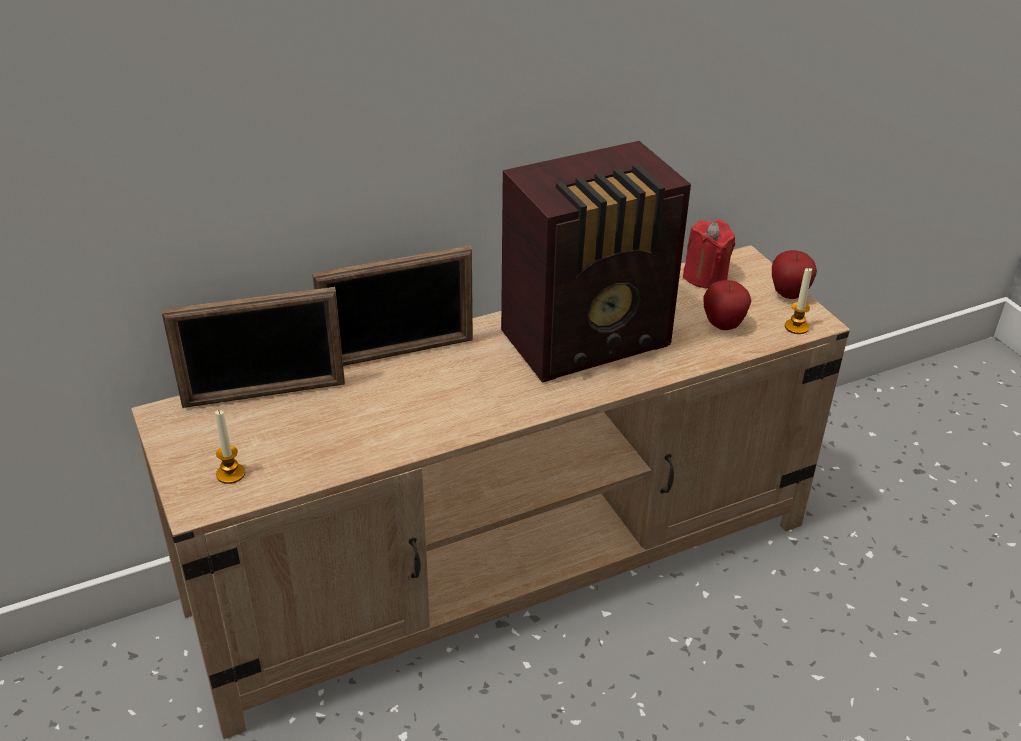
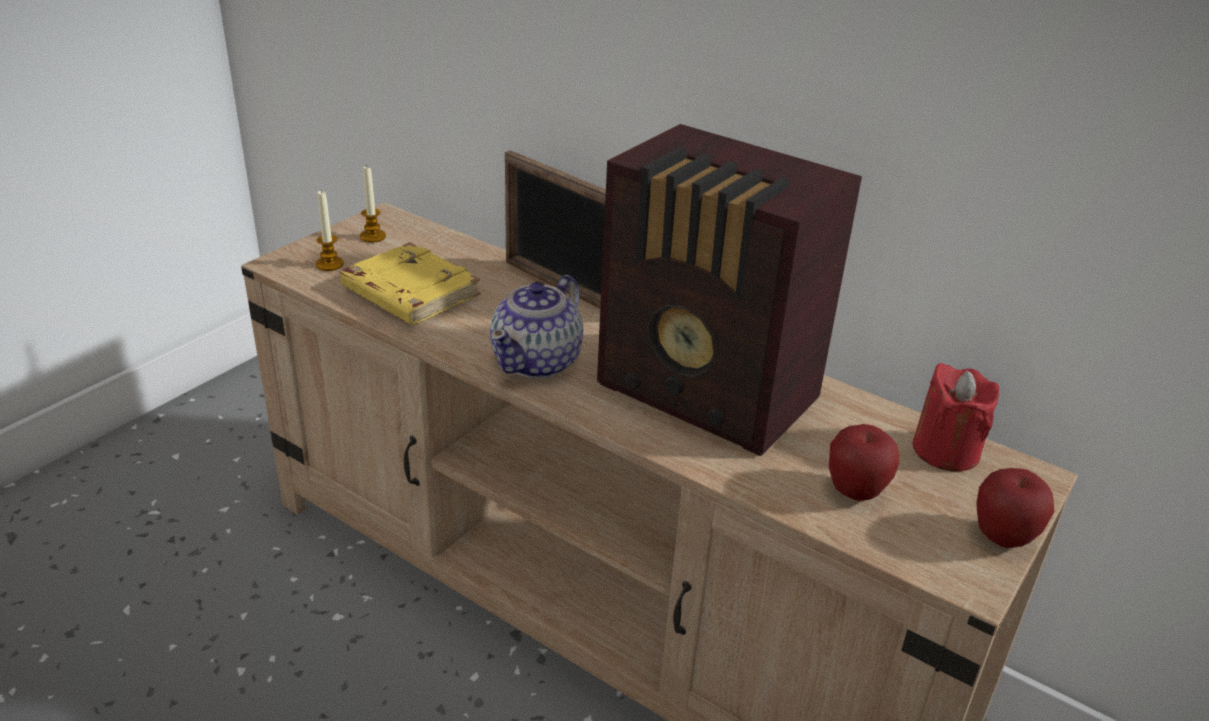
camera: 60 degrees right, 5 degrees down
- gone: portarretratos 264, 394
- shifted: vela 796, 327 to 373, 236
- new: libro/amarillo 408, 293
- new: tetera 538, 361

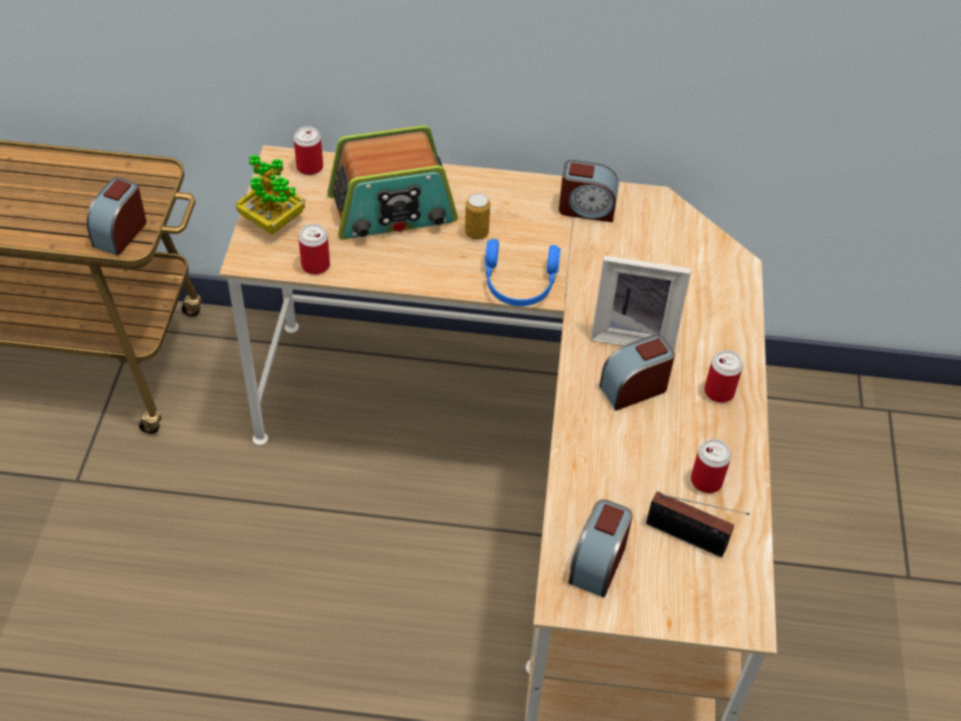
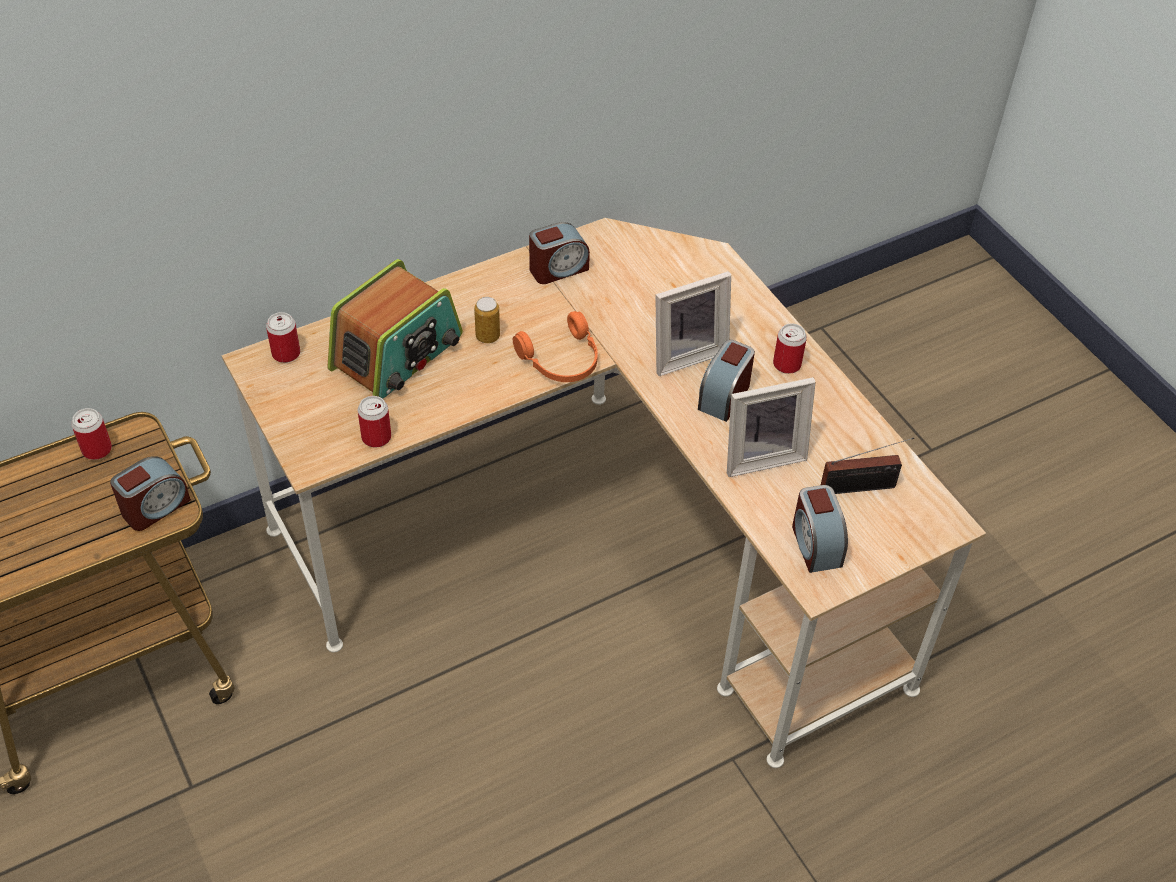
camera: 35 degrees left, 0 degrees up
- rotated: despertador 120, 233 = 155, 507 120 degrees counterclockwise
- gone: planta en maceta 272, 221
- repainted: auriculares/azul 519, 284 to auriculares/naranja 562, 361
- shifted: lata 706, 481 to 97, 449
- new: portarretratos 761, 455

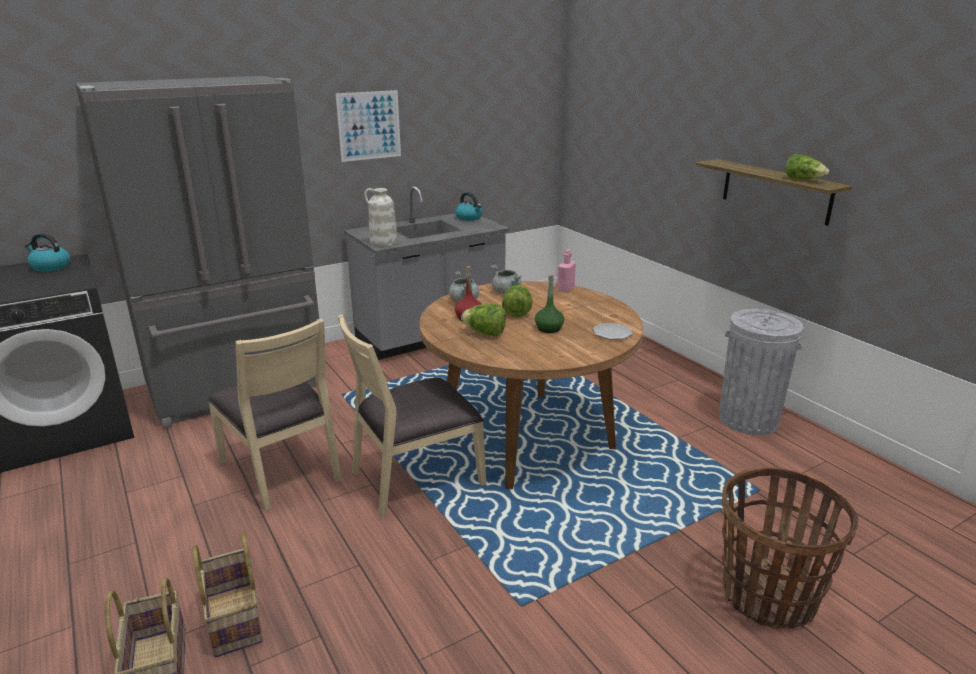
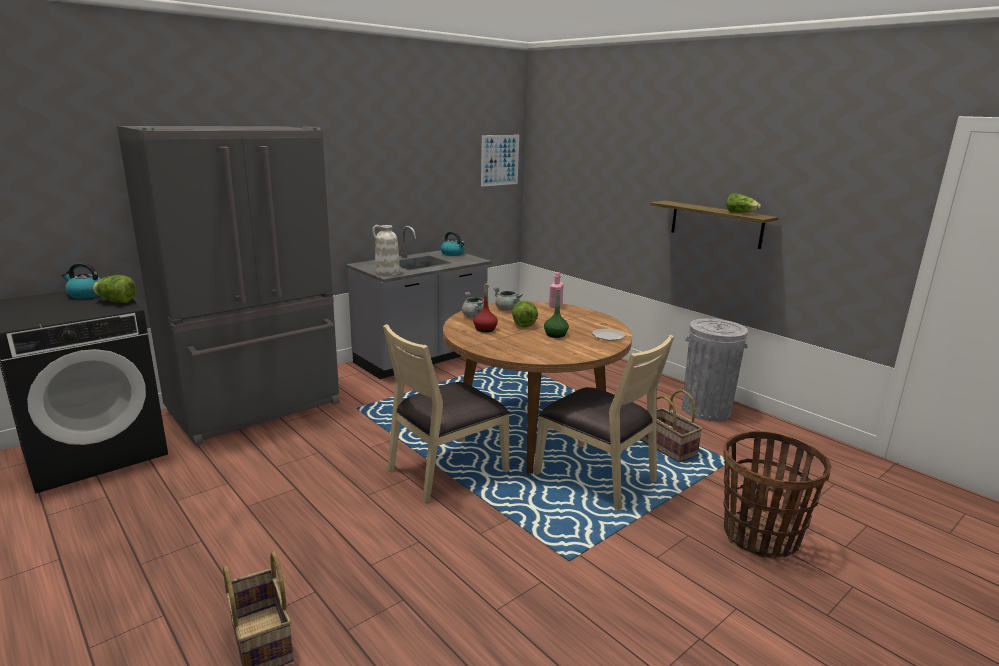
camera: 10 degrees left, 5 degrees down
- shifted: cesta 236, 619 to 669, 448
- shifted: silla/beis 282, 469 to 596, 477
- shifted: cuadro 369, 125 to 500, 160
- shifted: lechuga 485, 333 to 116, 301

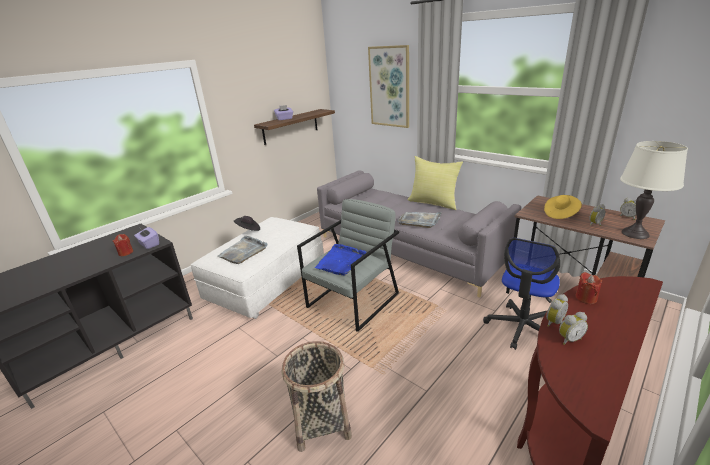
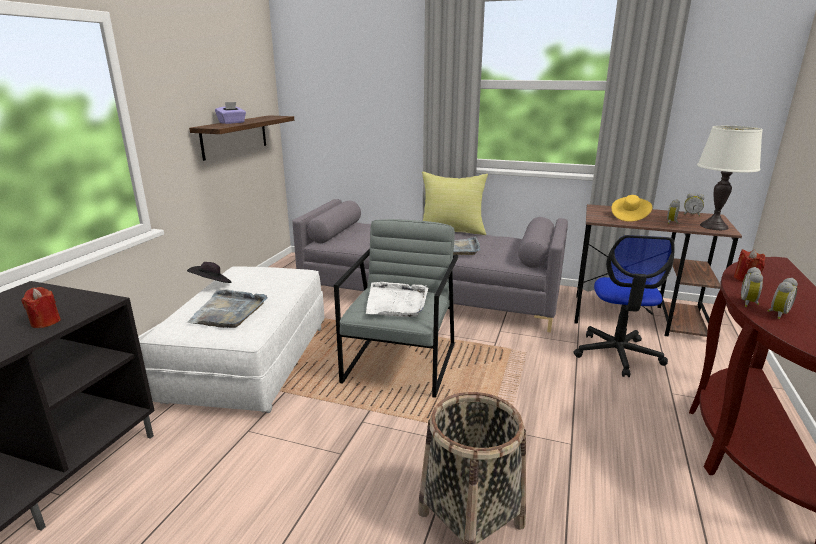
camera: 25 degrees left, 5 degrees down
- gone: caja de pañuelos/morado 149, 244
- repainted: bandeja/azul 341, 261 to bandeja/blanco 396, 302
- gone: cuadro 389, 87

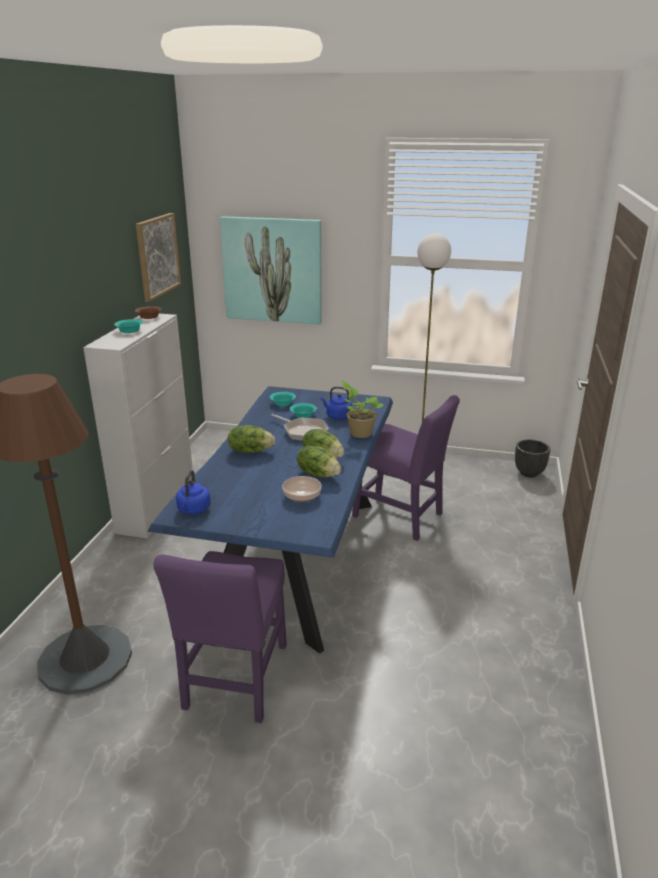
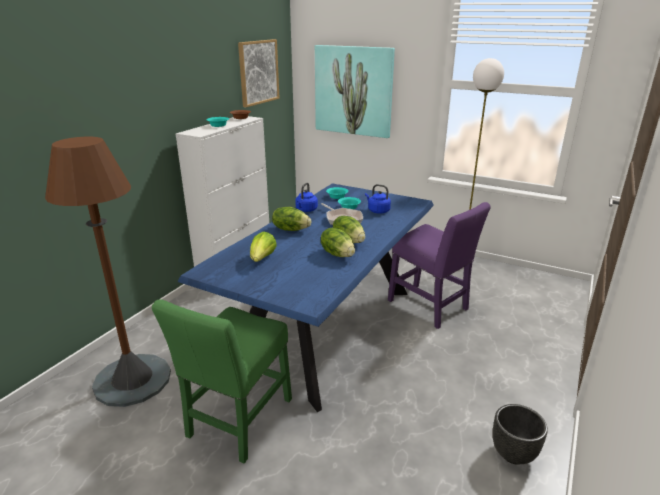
camera: 15 degrees right, 0 degrees up
- repainted: silla/morado 235, 681 to silla/verde 238, 422
- shifted: hervidor/azul 193, 510 to 306, 210
- gone: cuenco 302, 495
- gone: planta en maceta 359, 433
- shifted: maceta/negro 529, 473 to 514, 454
- new: lechuga 262, 259

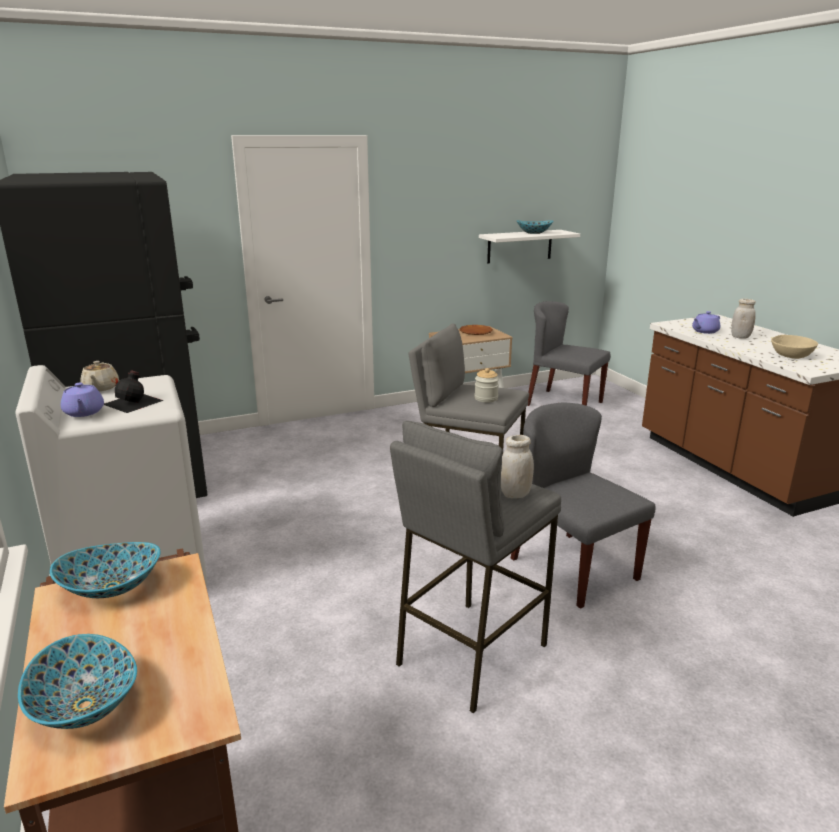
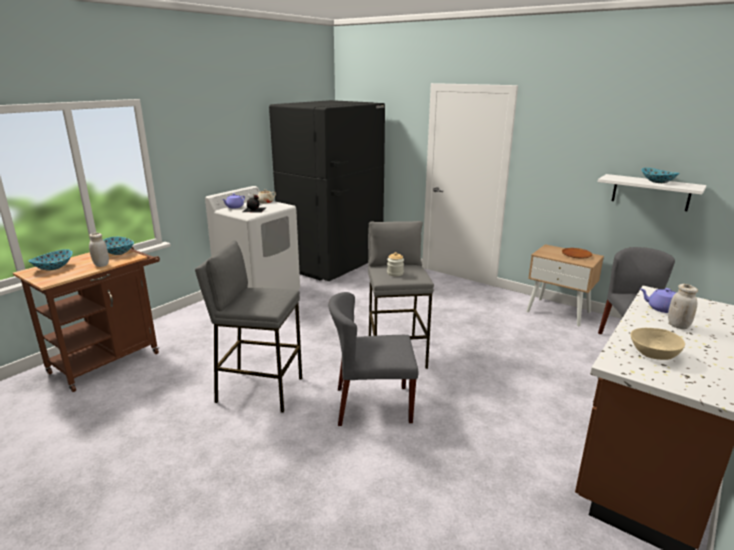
camera: 60 degrees right, 0 degrees up
- shifted: tarro/blanco 515, 494 to 101, 265
- rotated: silla/gris 573, 568 = 372, 405 120 degrees counterclockwise

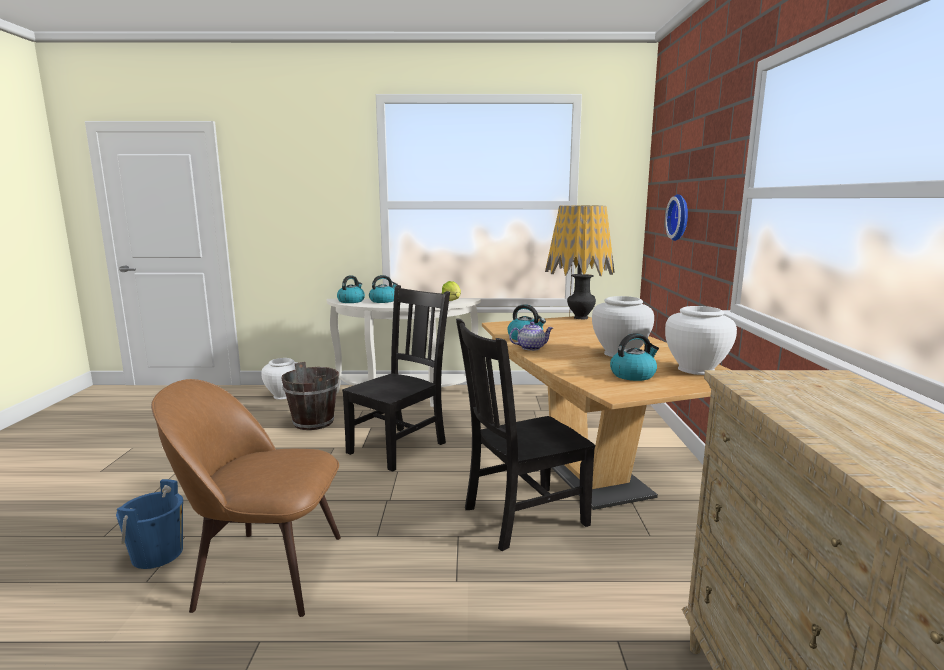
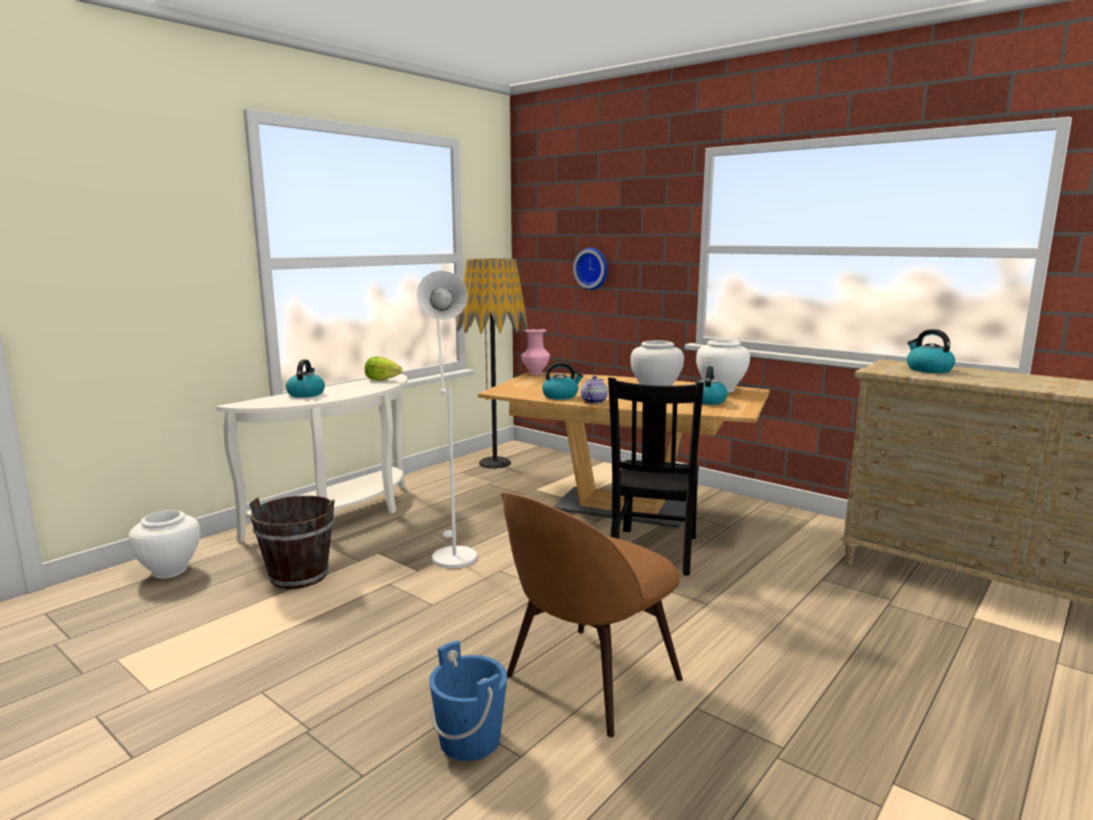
camera: 50 degrees left, 0 degrees up
- shifted: hervidor 351, 301 to 928, 370
- swapped: silla/negro 399, 446 to lámpara de pie/blanco 451, 554
- repainted: florero/negro 580, 318 to florero/rosa 535, 374

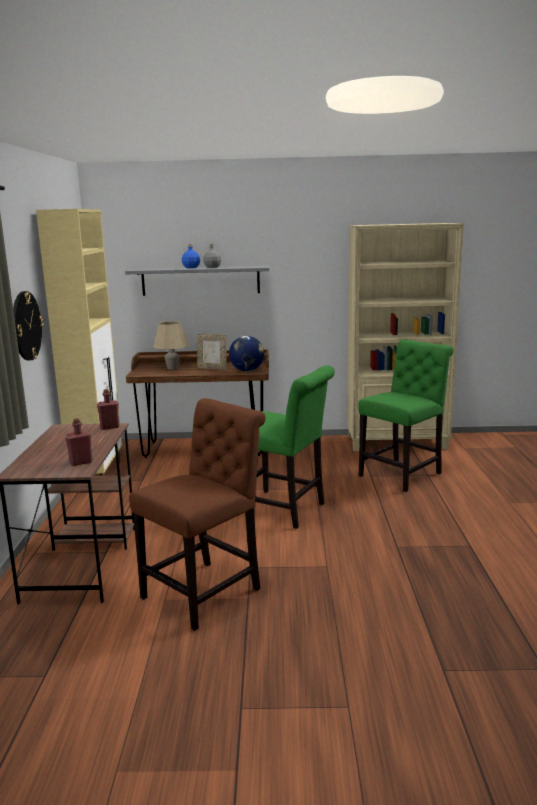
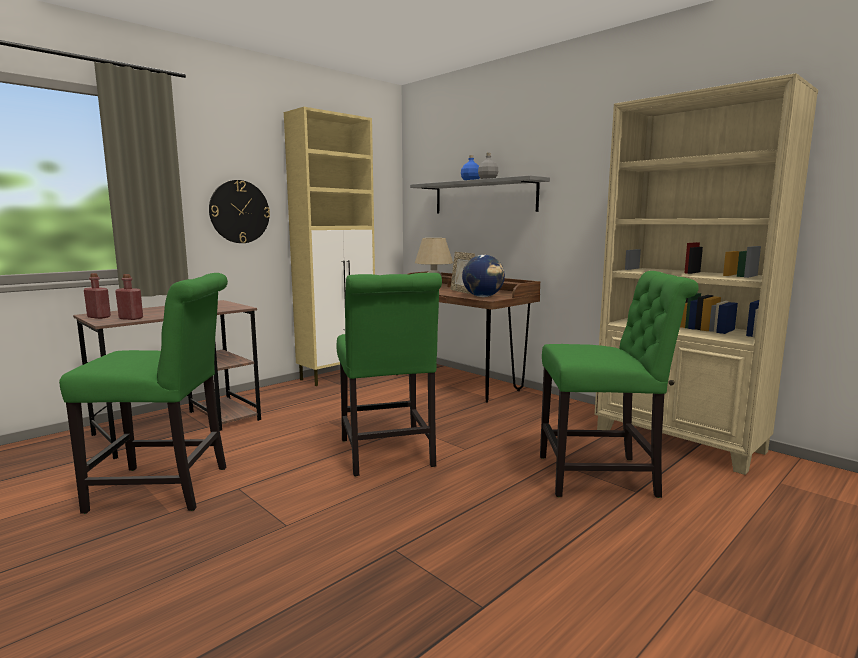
camera: 45 degrees right, 5 degrees down
- shifted: botella/rojo 109, 427 to 99, 317
- repainted: silla/marrón 206, 591 to silla/verde 167, 489

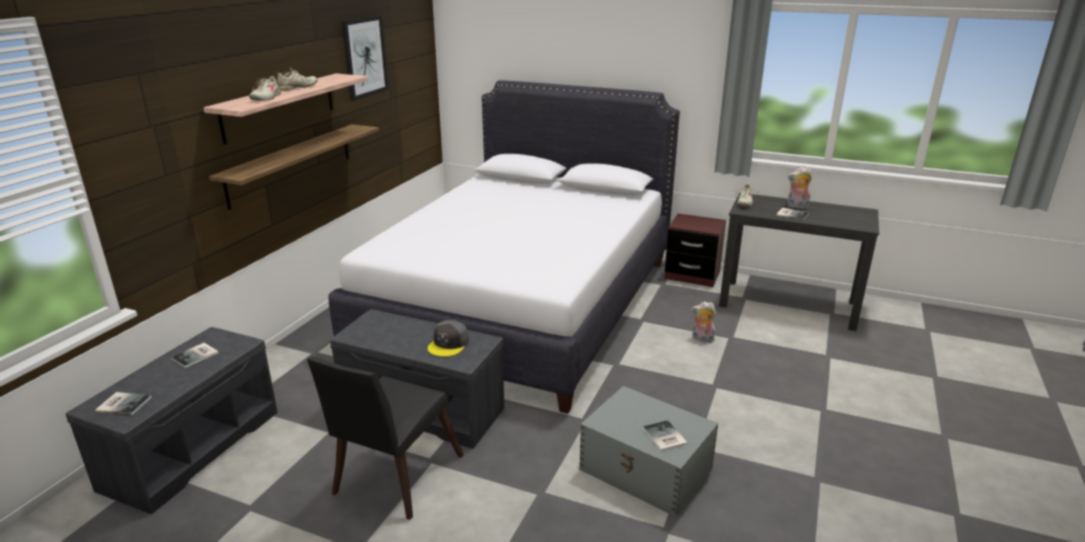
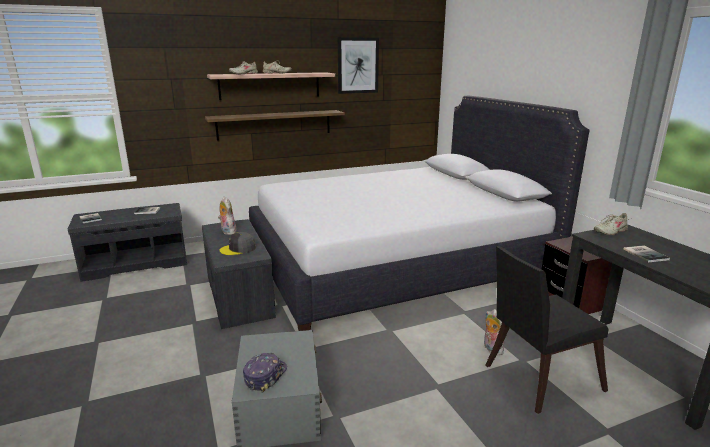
camera: 45 degrees right, 5 degrees down
- shifted: silla/negro 393, 479 to 536, 378
- swapped: libro 664, 437 to gorra 265, 376
- shifted: peluche 797, 206 to 227, 232

